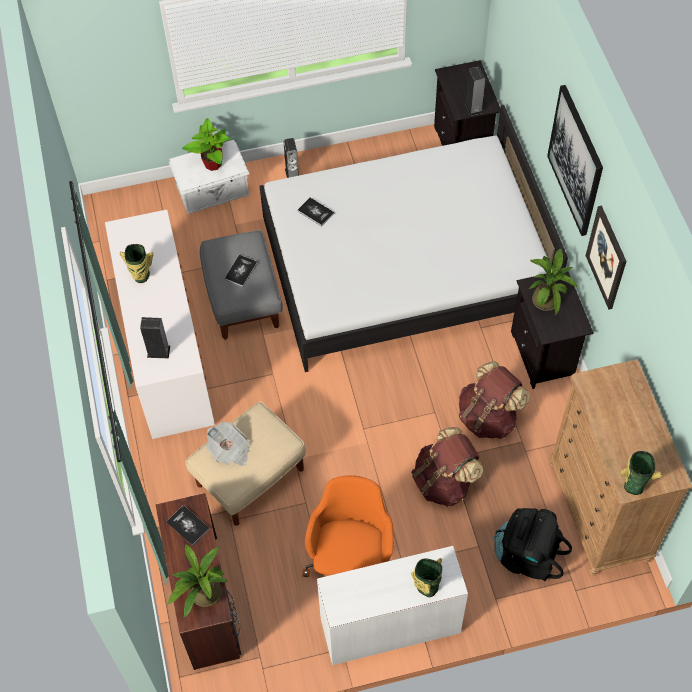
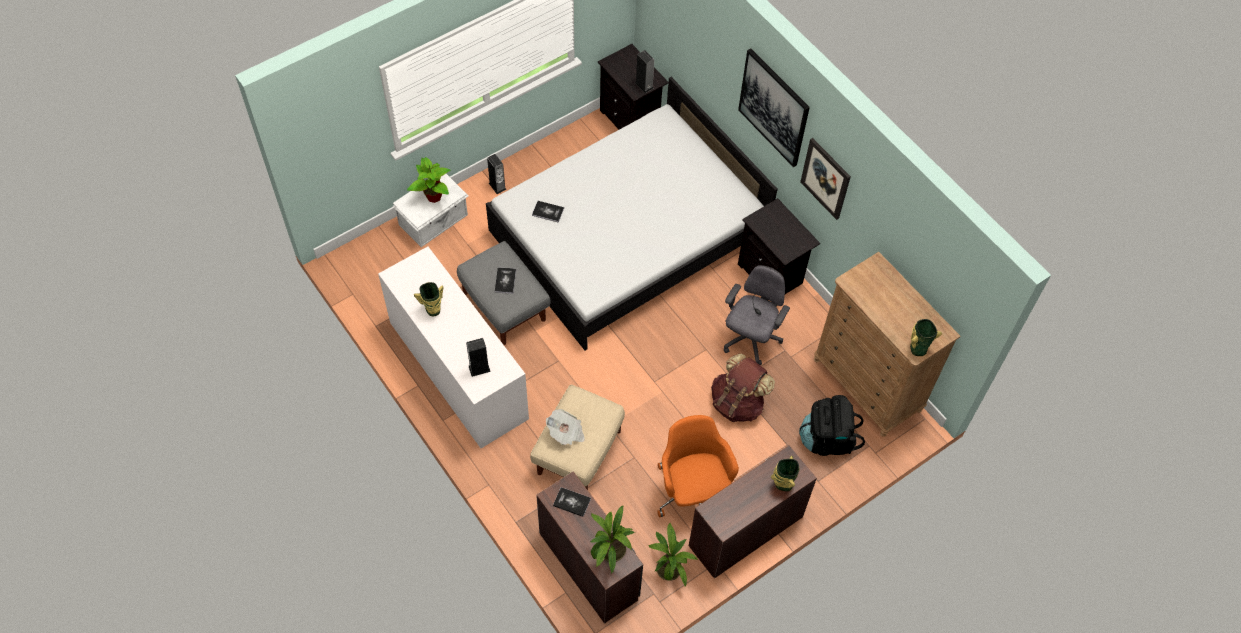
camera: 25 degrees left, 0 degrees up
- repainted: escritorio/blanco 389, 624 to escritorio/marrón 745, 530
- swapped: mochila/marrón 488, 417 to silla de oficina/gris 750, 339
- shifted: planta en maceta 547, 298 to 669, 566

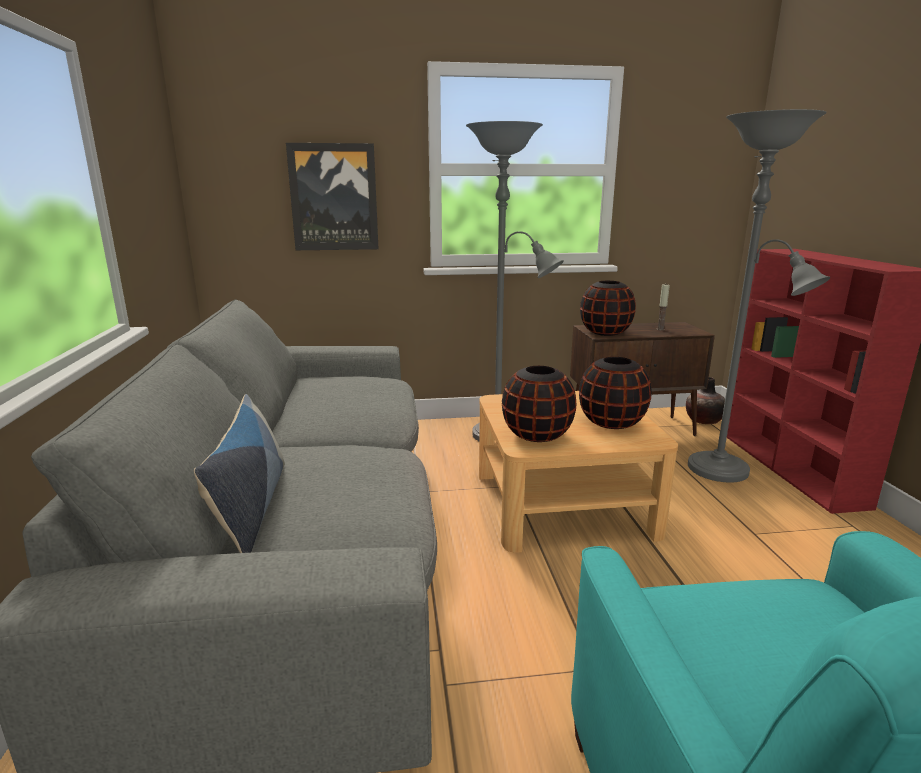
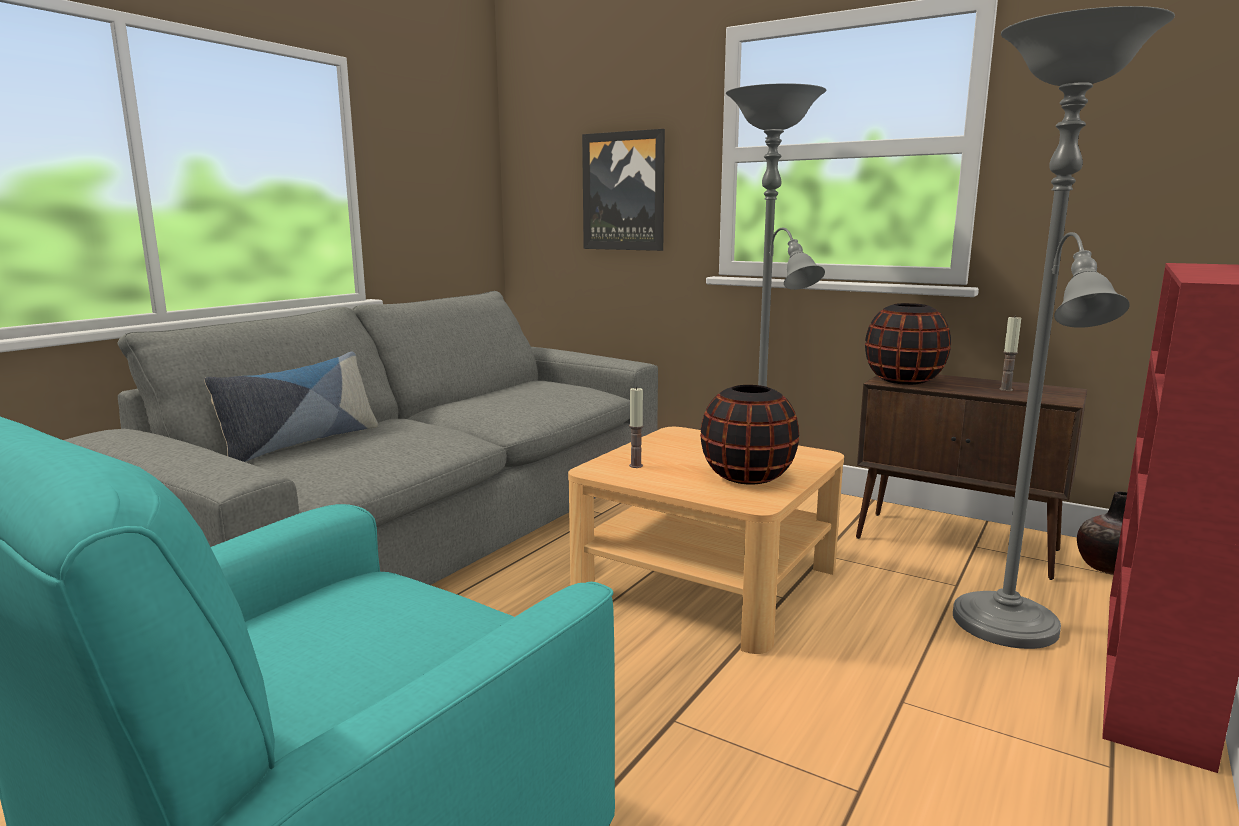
camera: 40 degrees right, 5 degrees down
- swapped: florero/negro 537, 435 to vela 636, 466

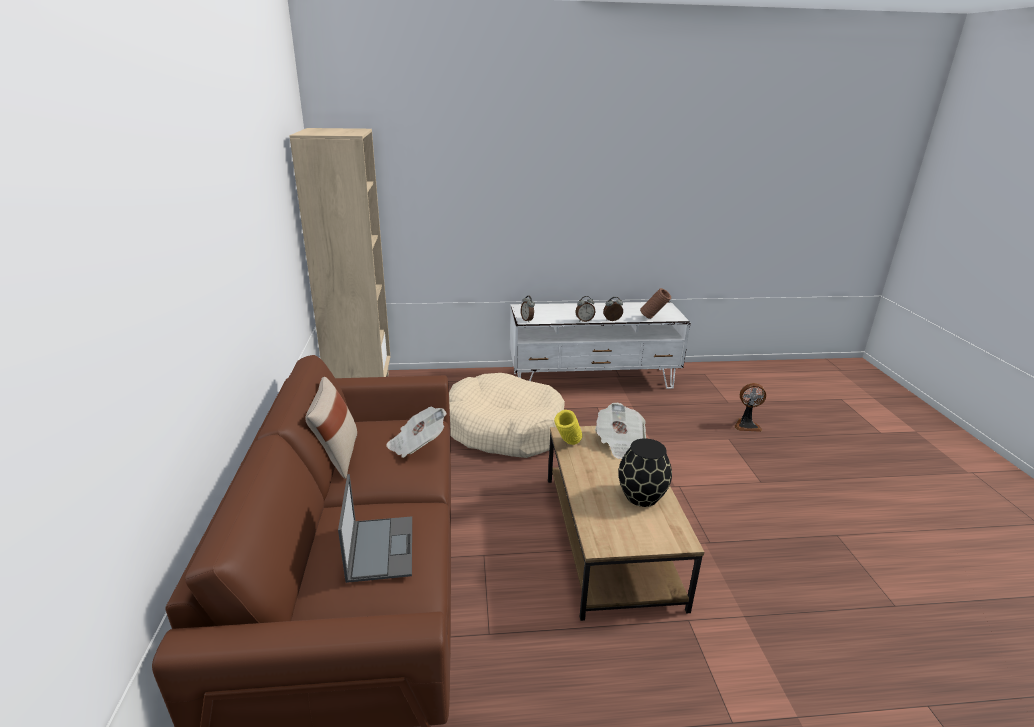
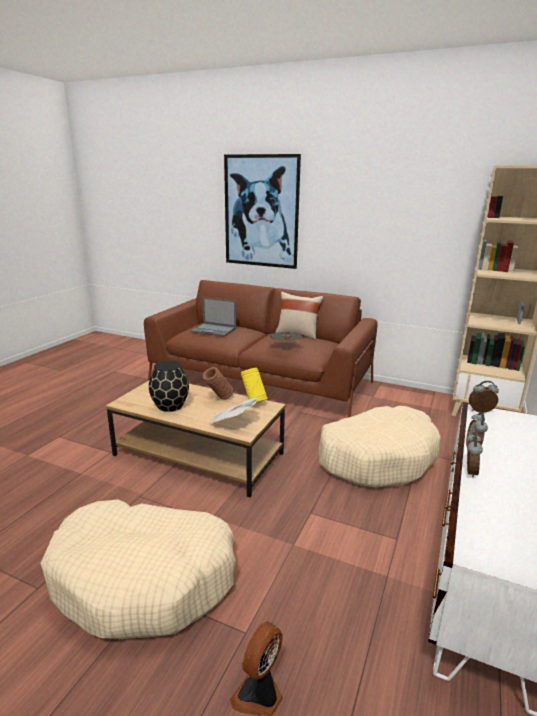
camera: 120 degrees right, 5 degrees down
- shifted: florero/marrón 653, 318 to 218, 399
- new: cama para perro/beis 144, 578
- new: cuadro 261, 212

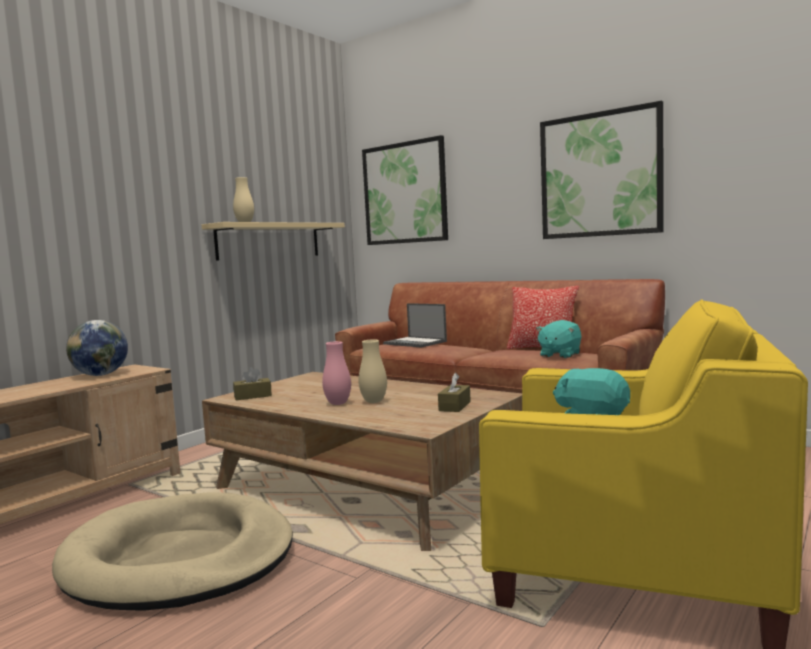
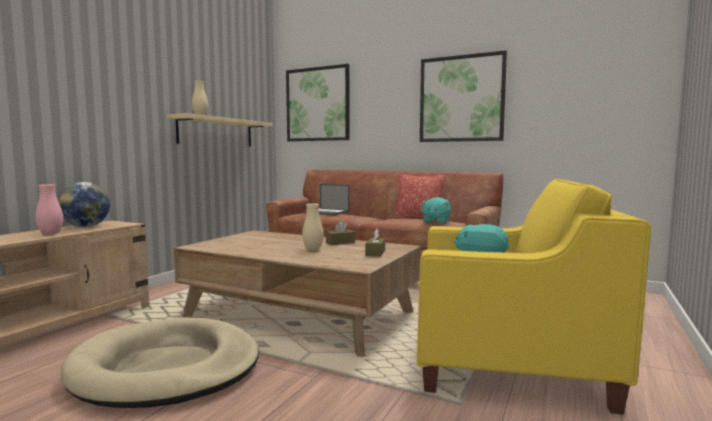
camera: 10 degrees left, 0 degrees up
- shifted: caja de pañuelos/marrón 253, 396 to 340, 242
- shifted: florero/rosa 338, 403 to 50, 234

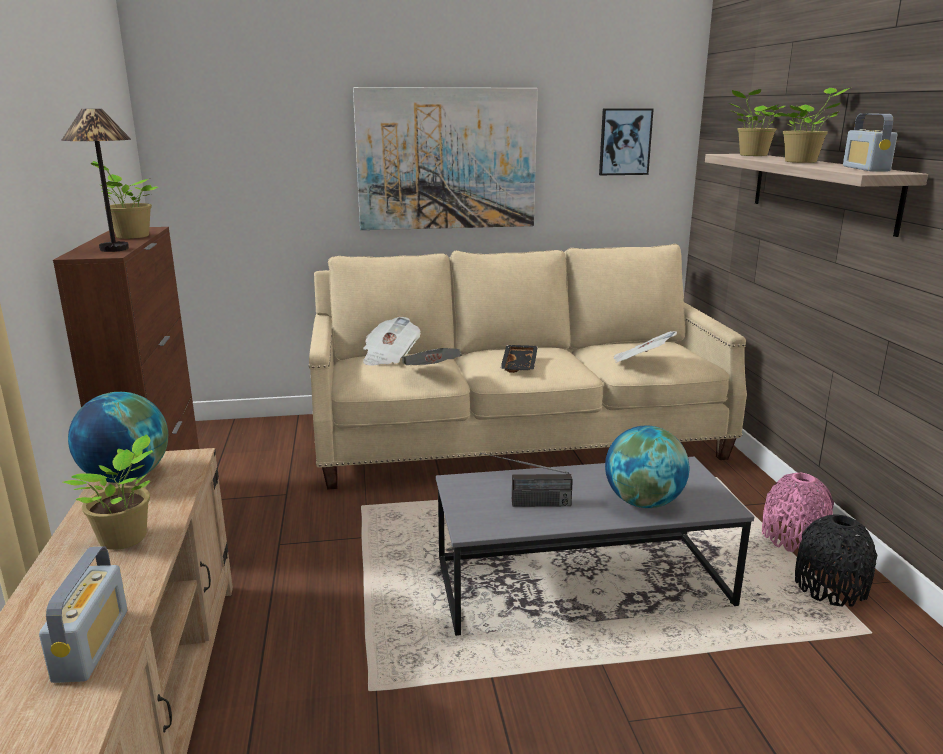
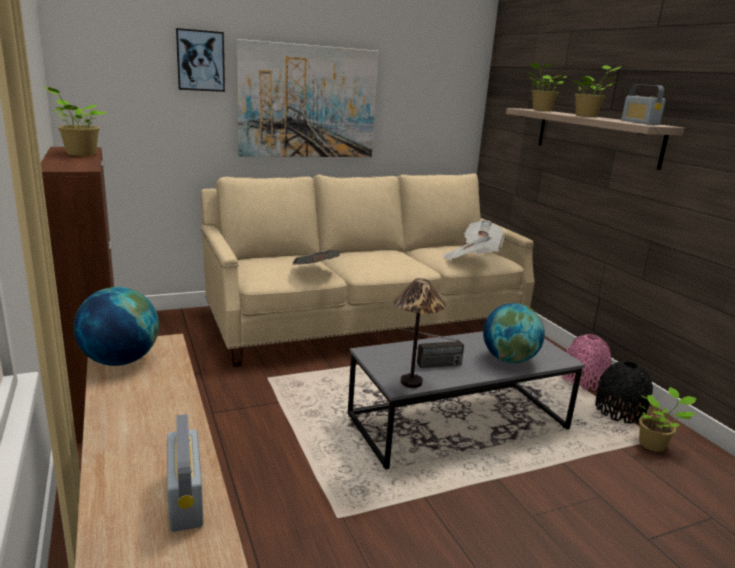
camera: 15 degrees left, 0 degrees up
- shifted: lámpara de mesa 114, 249 to 411, 382
- shifted: planta en maceta 126, 539 to 654, 445
- shifted: periódico 389, 357 to 482, 248
- gone: bandeja/negro 520, 365
- shifted: cuadro 625, 142 to 200, 60

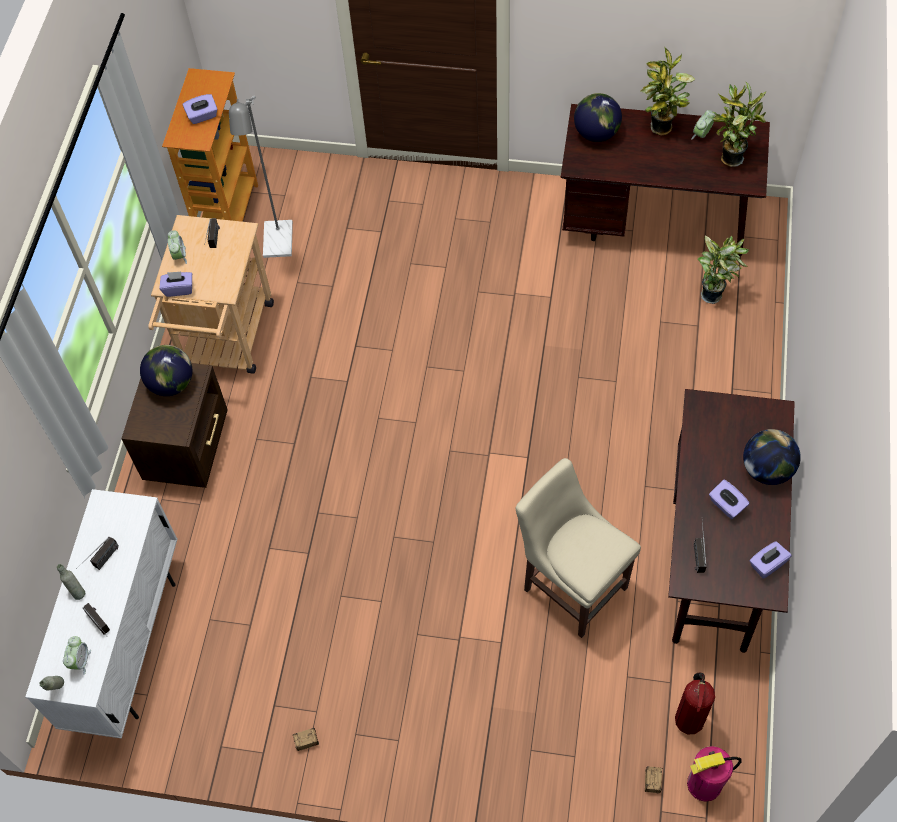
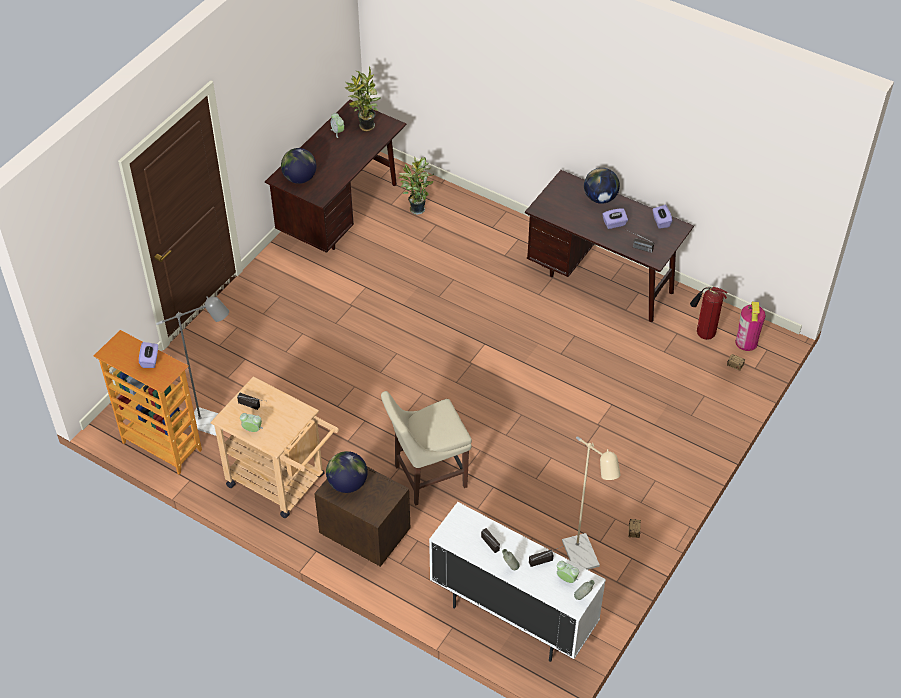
camera: 70 degrees left, 10 degrees down
- gone: caja de pañuelos/morado 179, 289
- shifted: silla/beis 572, 585 to 426, 477
- gone: planta en maceta 660, 129
- new: lámpara de pie/beis 583, 560

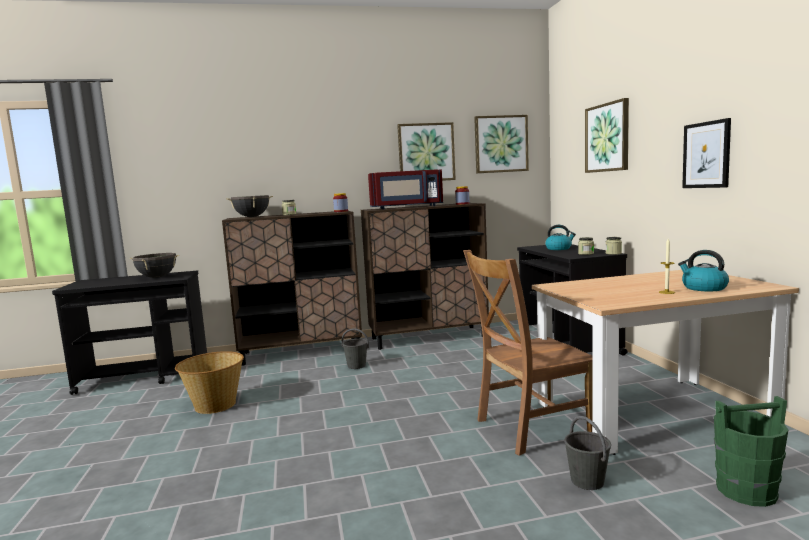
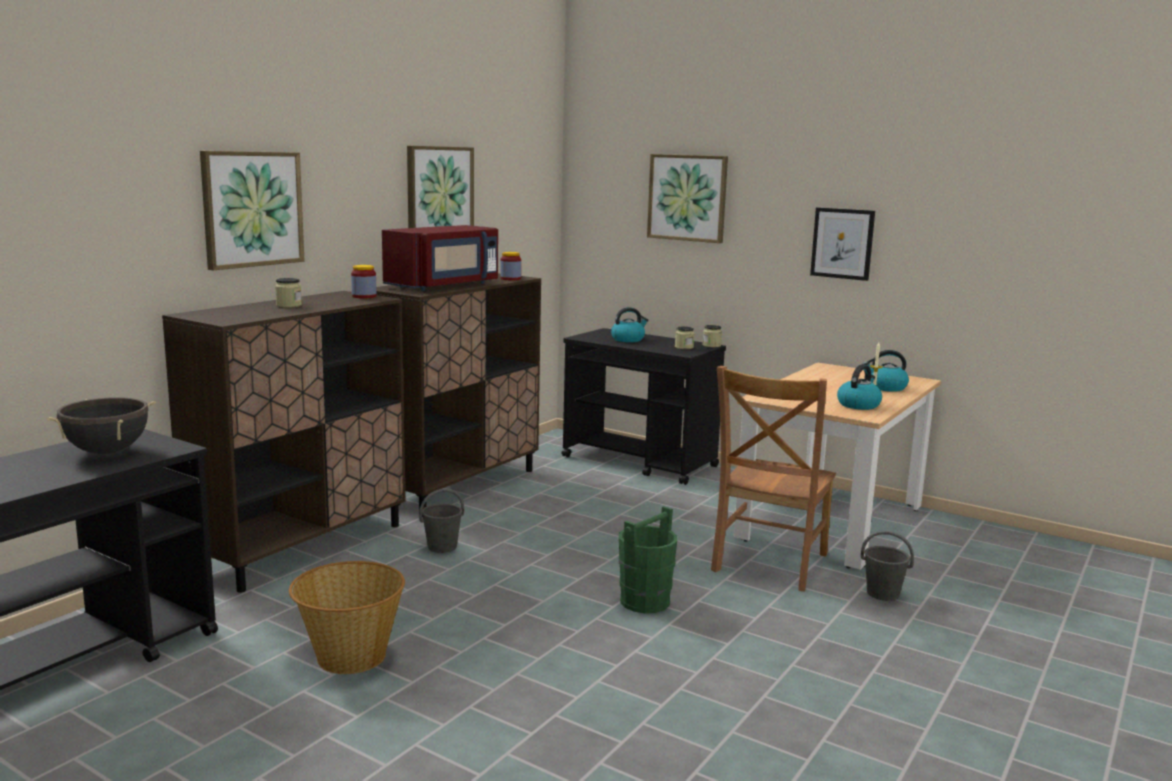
camera: 45 degrees left, 5 degrees up
- gone: olla/negro 252, 217
- shifted: cuadro 501, 144 to 252, 209
- shifted: cubo/verde 746, 491 to 645, 601
- new: hervidor 858, 405

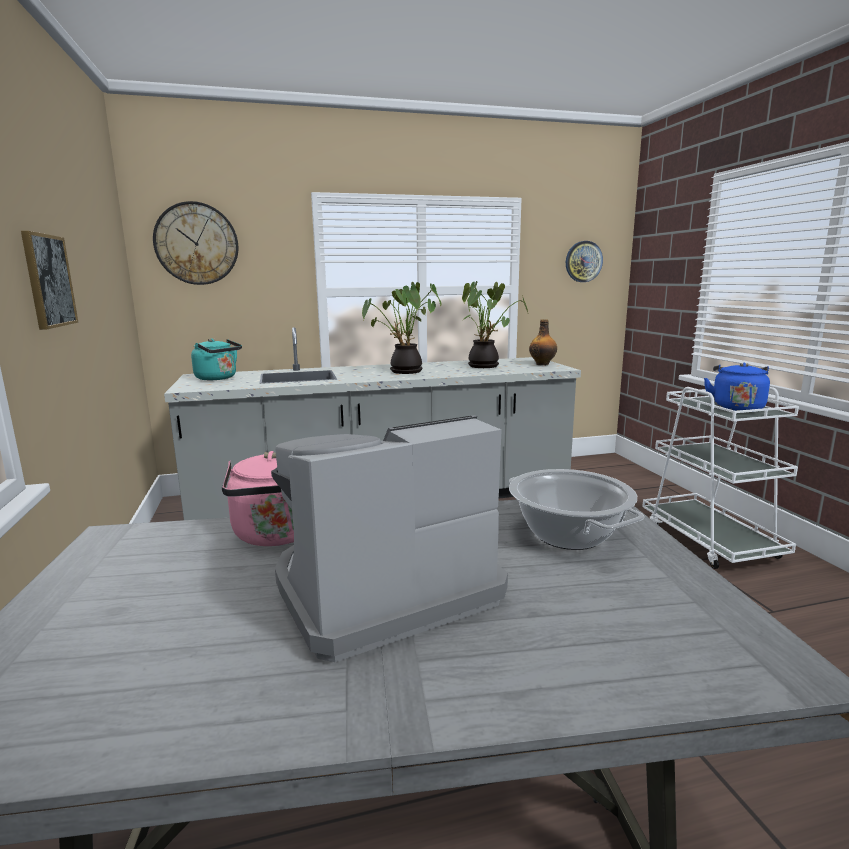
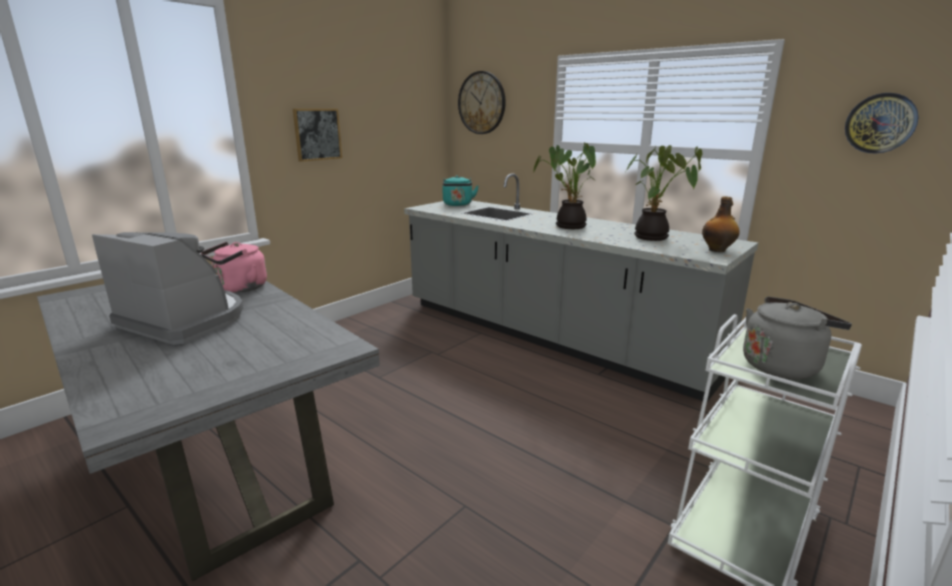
camera: 55 degrees right, 5 degrees up
- gone: olla 567, 534
- repainted: hervidor/azul 736, 408 to hervidor/gris 782, 366

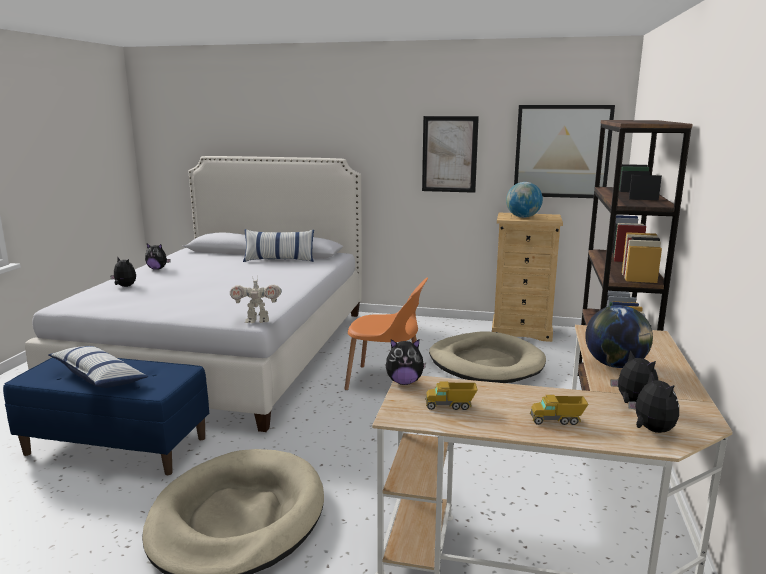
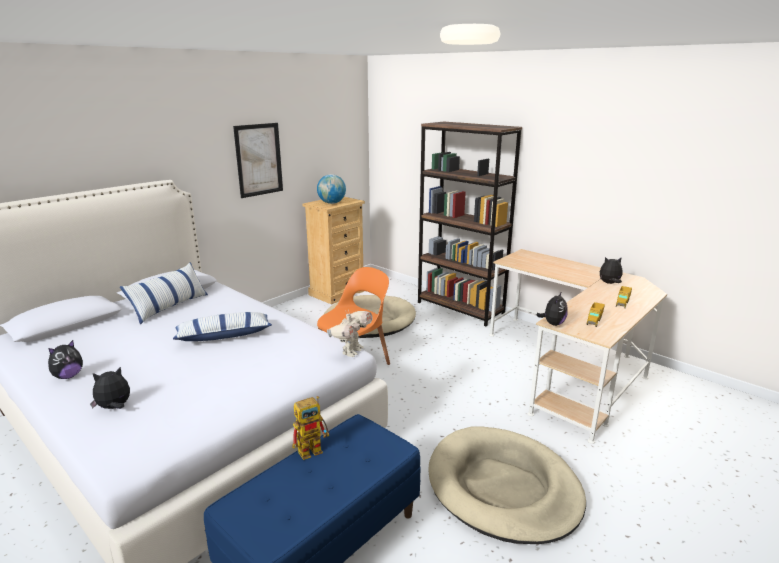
camera: 60 degrees left, 5 degrees up
- shifted: cojín 99, 377 to 224, 336
- gone: cuadro 562, 151
- gone: globo terráqueo 615, 365
- gone: peluche 651, 430
- new: robot de juguete 314, 448

